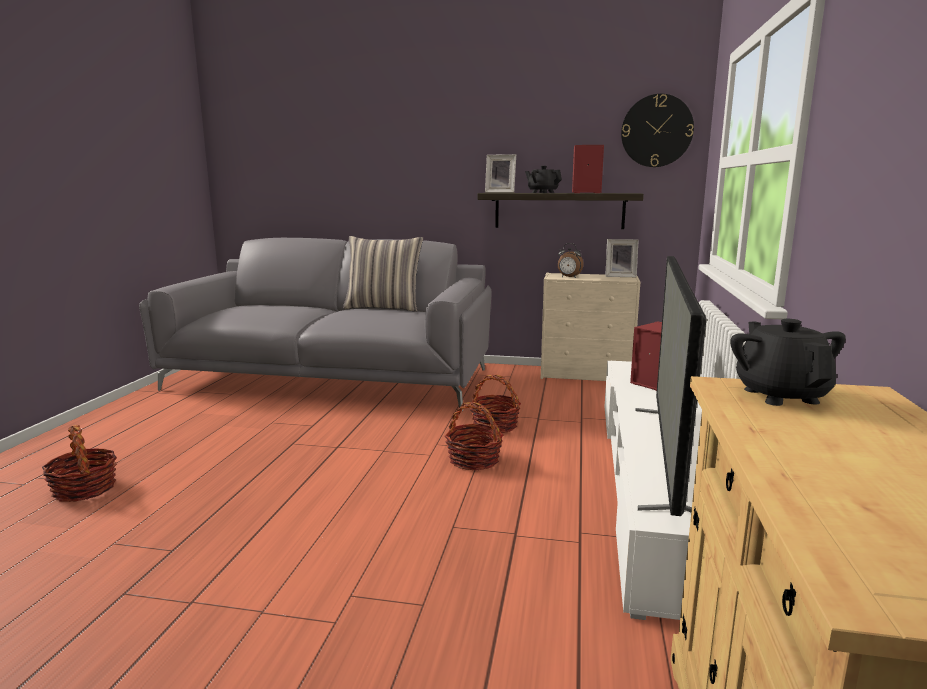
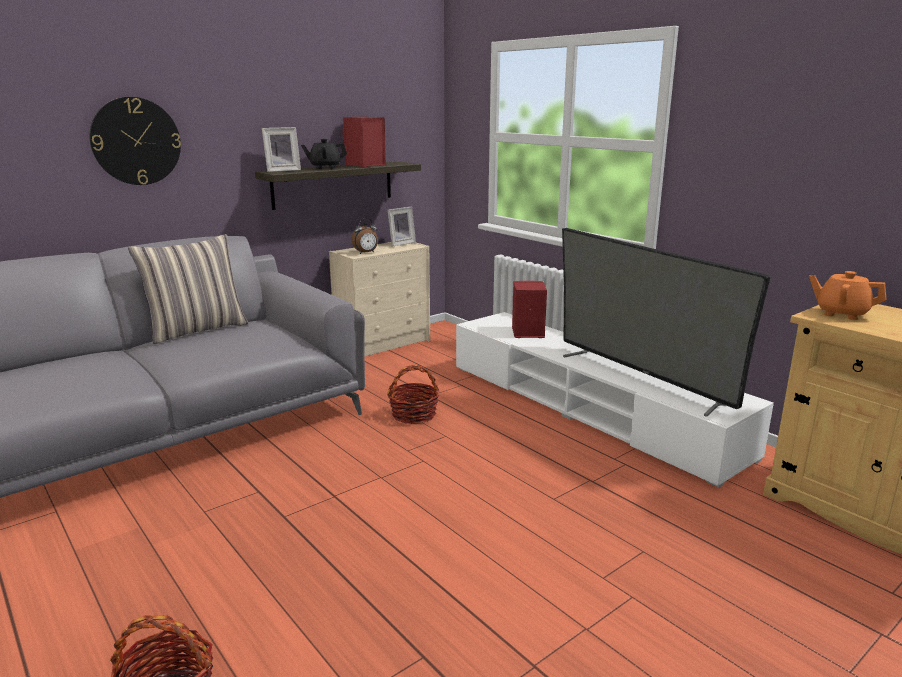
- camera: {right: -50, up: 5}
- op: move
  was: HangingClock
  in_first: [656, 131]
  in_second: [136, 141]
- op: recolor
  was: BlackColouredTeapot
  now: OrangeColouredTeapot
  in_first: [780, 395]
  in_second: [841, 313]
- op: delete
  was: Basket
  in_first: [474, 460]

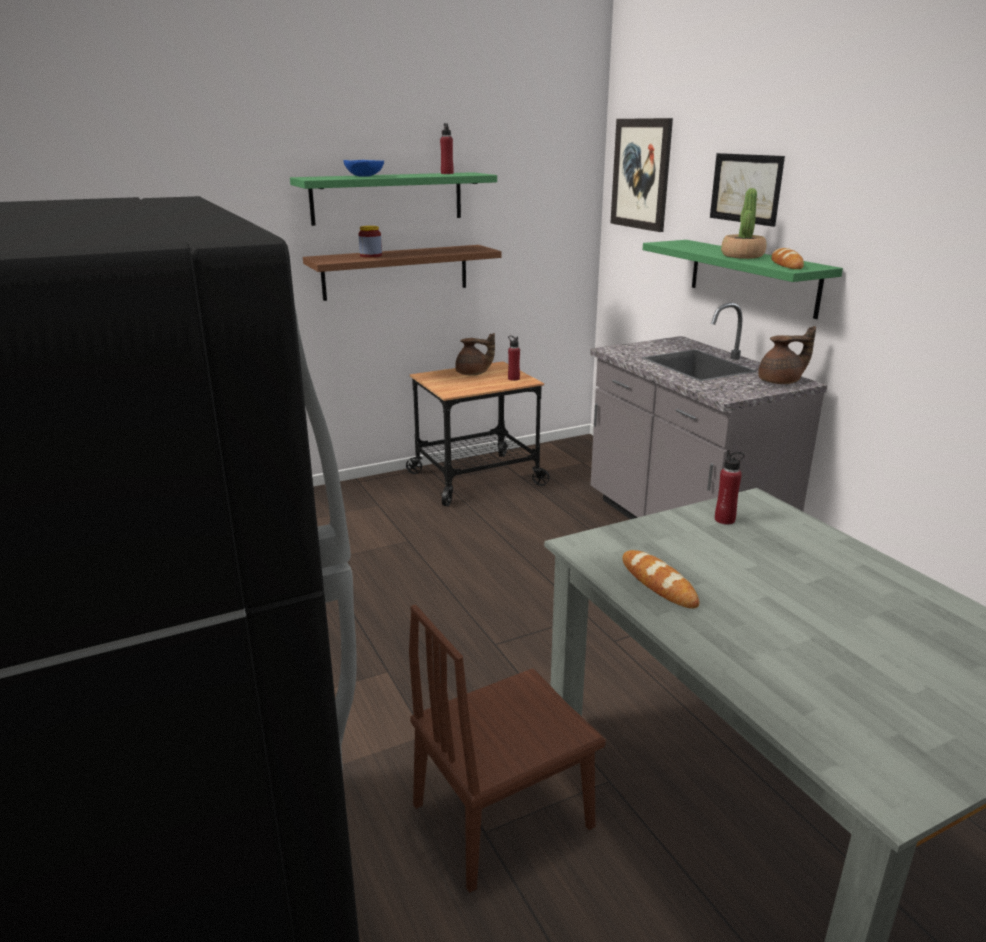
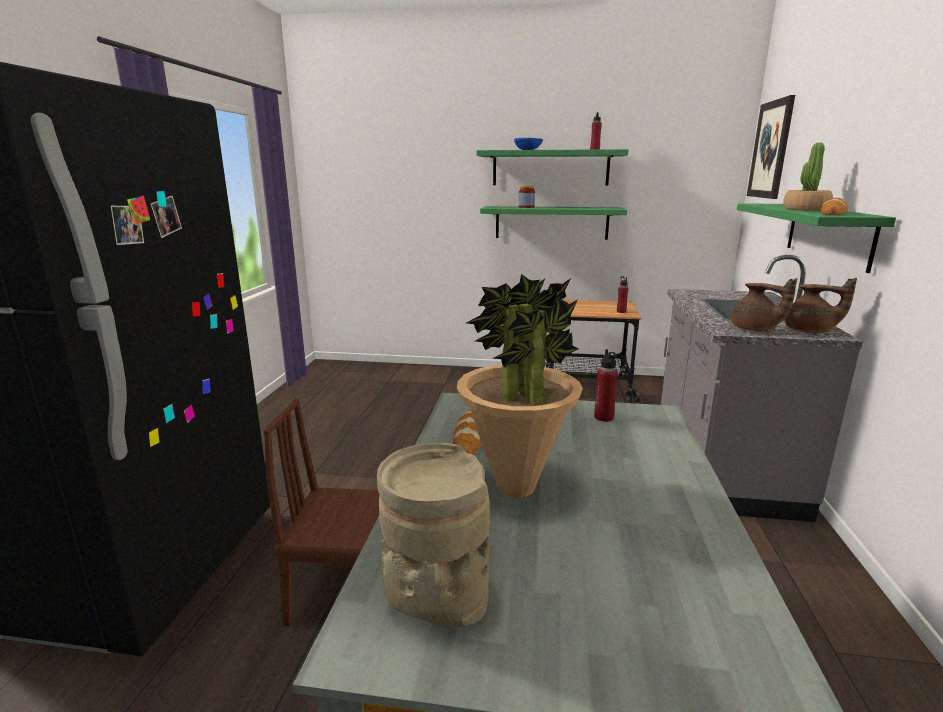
- camera: {right: 35, up: -5}
- op: insert
  now: BeigeDecorativeVase
  in_second: [435, 598]
- op: insert
  now: PlantInAPot
  in_second: [516, 487]
- op: recolor
  was: BrownWallShelf
  now: GreenColouredWallShelf
  in_first: [396, 272]
  in_second: [551, 222]
- op: move
  was: BrownTeapot
  in_first: [473, 374]
  in_second: [755, 329]
- op: delete
  was: WallArt
  in_first: [746, 188]

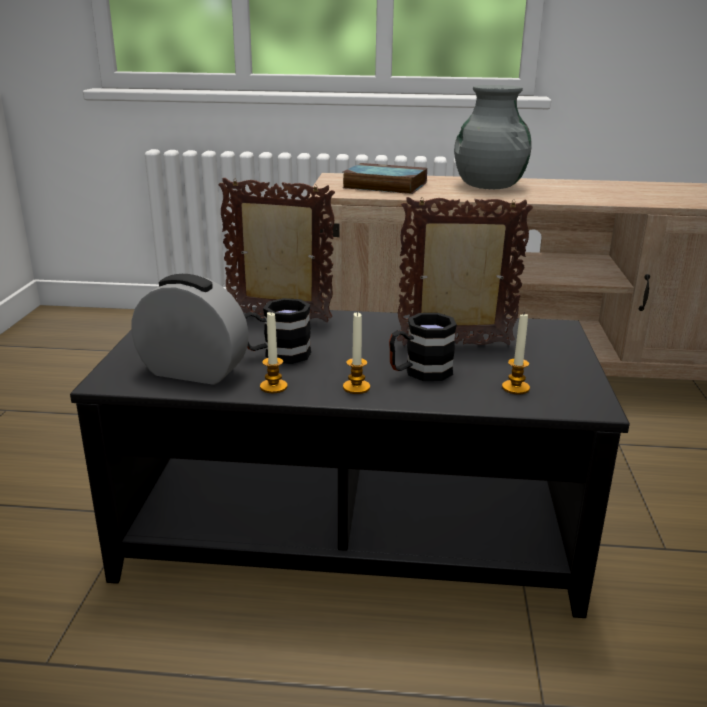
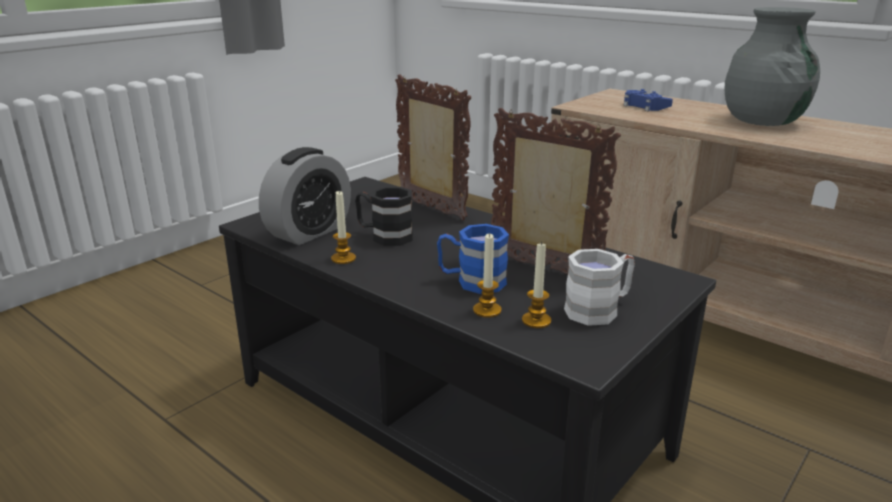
- camera: {right: 35, up: 0}
- op: rotate
  was: BedsideClock
  in_first: [193, 372]
  in_second: [309, 232]
  clockwise: 75
- op: recolor
  was: BlackColouredCoffeeMug
  now: BluishCoffeeMug
  in_first: [419, 373]
  in_second: [471, 281]
- op: move
  was: Candle
  in_first: [356, 387]
  in_second: [487, 310]
- op: insert
  now: WhiteColouredCoffeeMug
  in_second: [599, 309]
- op: replace
  was: BoundBook
  now: BluishJoypad
  in_first: [382, 185]
  in_second: [645, 106]

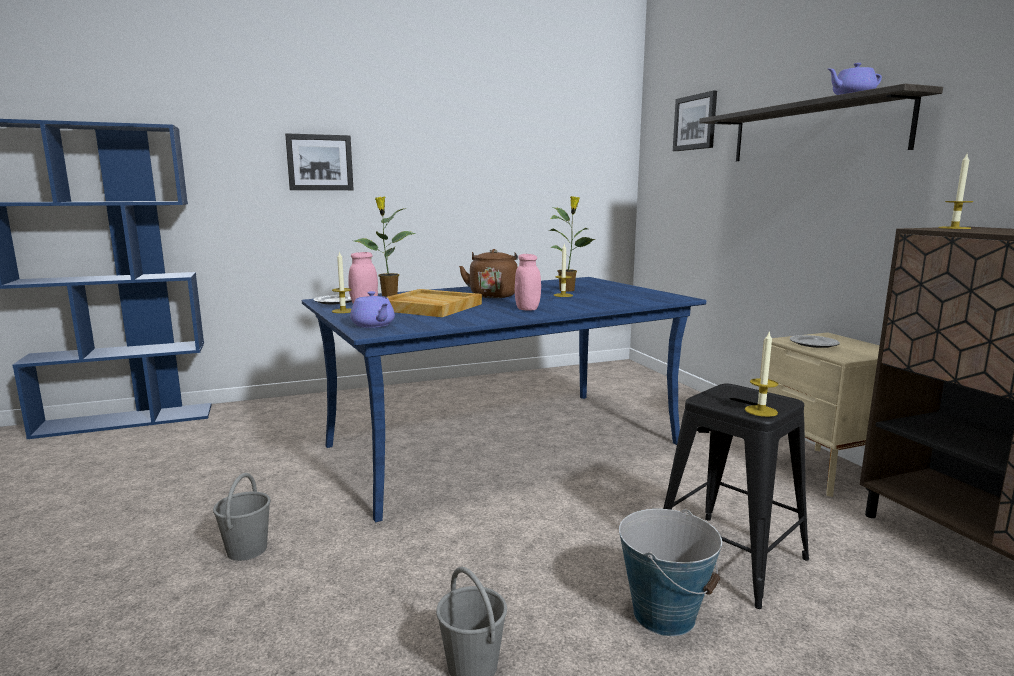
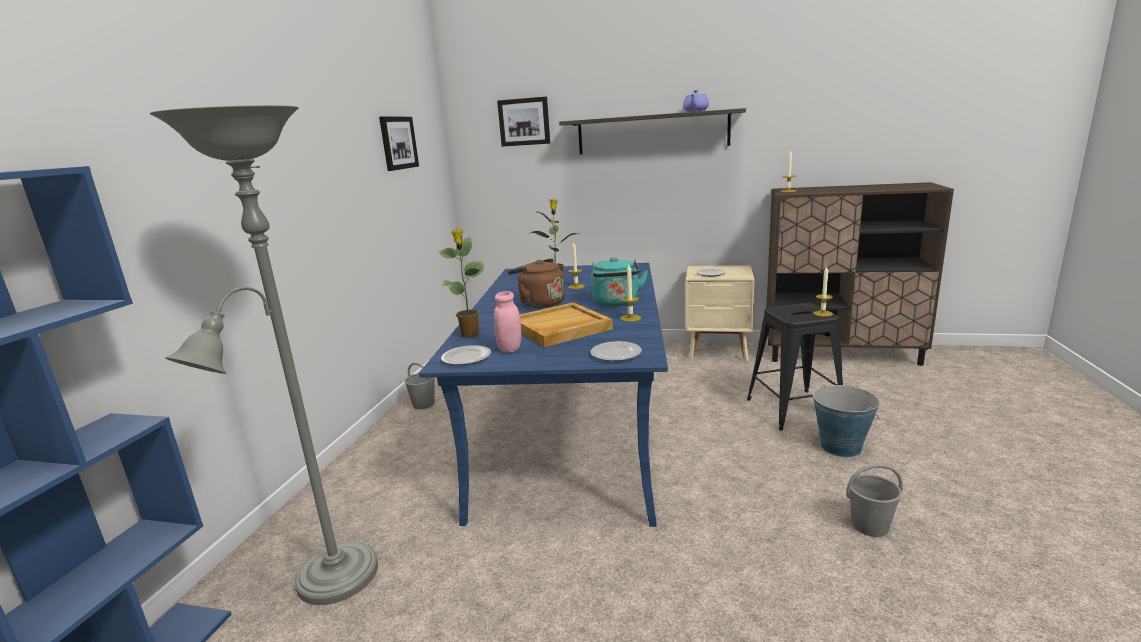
- camera: {right: -55, up: 5}
- op: insert
  now: GreyStandardLamp
  in_second: [329, 583]
- op: move
  was: WallArt
  in_first: [320, 162]
  in_second: [398, 143]
- op: move
  was: GreyPail
  in_first: [247, 549]
  in_second: [423, 404]
- op: replace
  was: PurplishTeapot
  now: Plate
  in_first: [373, 325]
  in_second: [615, 354]
- op: replace
  was: PinkPreserveJar
  now: TurquoiseWaterKettle
  in_first: [527, 309]
  in_second: [616, 302]
- op: move
  was: Candle
  in_first: [343, 311]
  in_second: [630, 318]

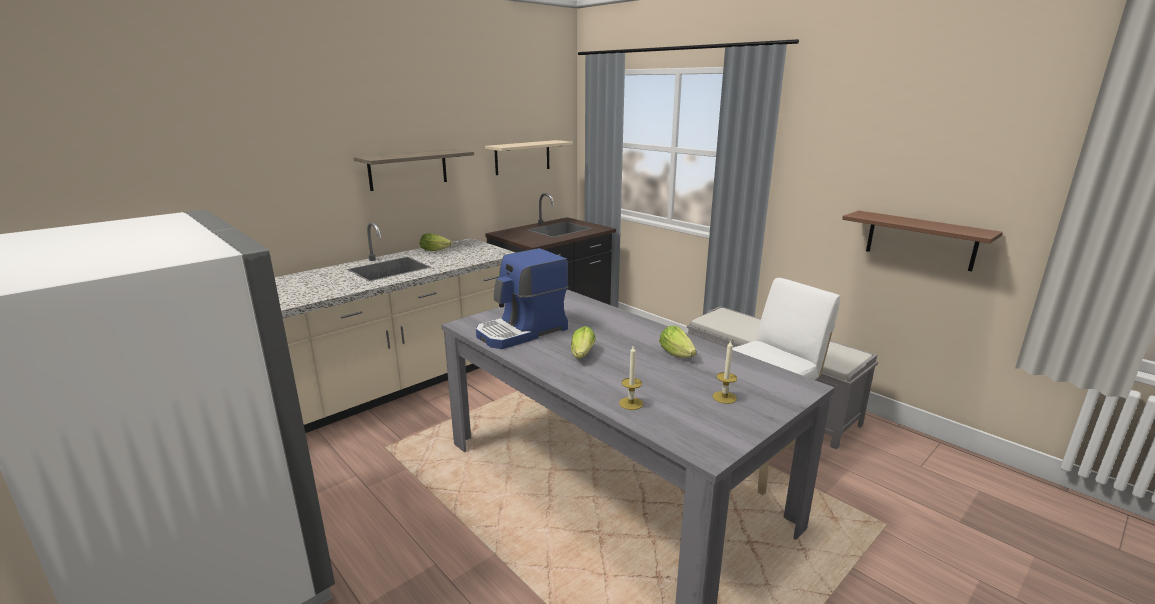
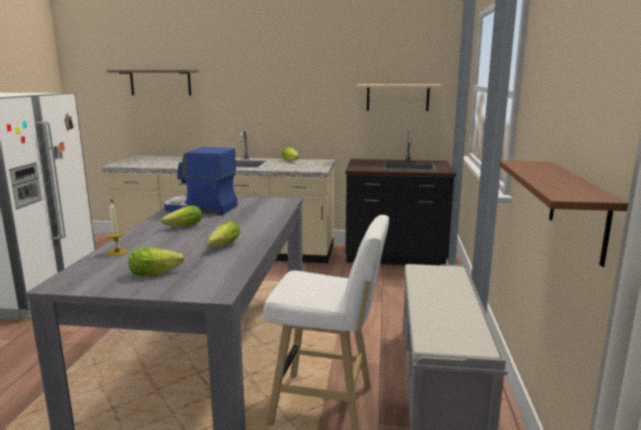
- camera: {right: 50, up: -5}
- op: move
  was: WallShelf
  in_first: [408, 169]
  in_second: [160, 82]
- op: replace
  was: Candle
  now: HeadOfLettuce
  in_first: [724, 397]
  in_second: [158, 273]

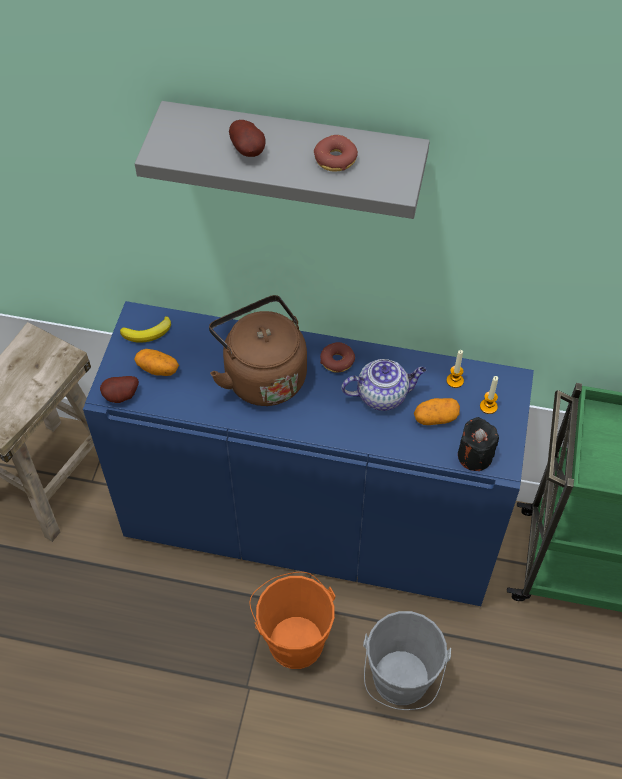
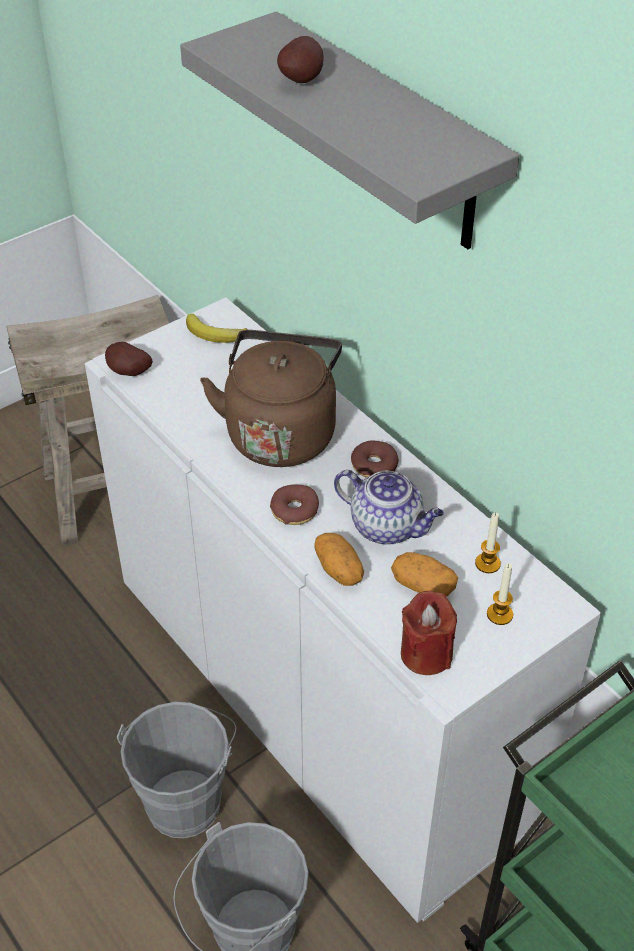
- camera: {right: 40, up: -10}
- op: recolor
  was: BluishStorageCabinet
  now: WhiteColouredStorageCabinet
  in_first: [311, 521]
  in_second: [317, 697]
- op: recolor
  was: OrangeColouredPail
  now: GreyPail
  in_first: [293, 637]
  in_second: [186, 797]
- op: move
  was: Doughnut
  in_first: [335, 159]
  in_second: [294, 510]
- op: move
  was: Potato
  in_first: [158, 369]
  in_second: [339, 570]
- op: recolor
  was: BlackColouredCandle
  now: RedCandle
  in_first: [474, 456]
  in_second: [426, 654]

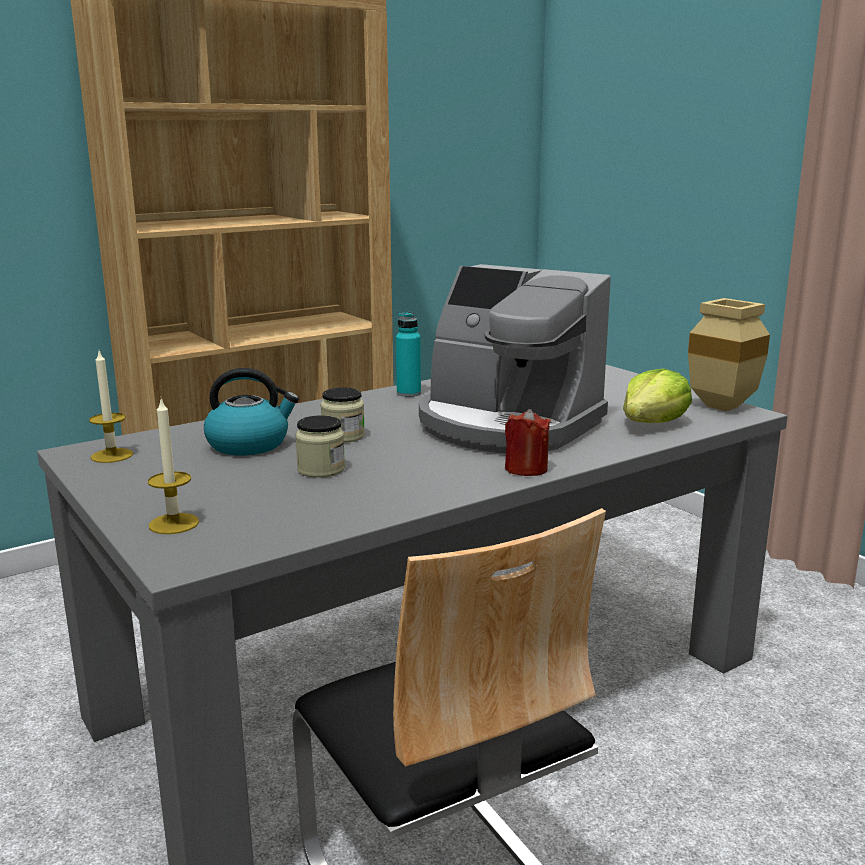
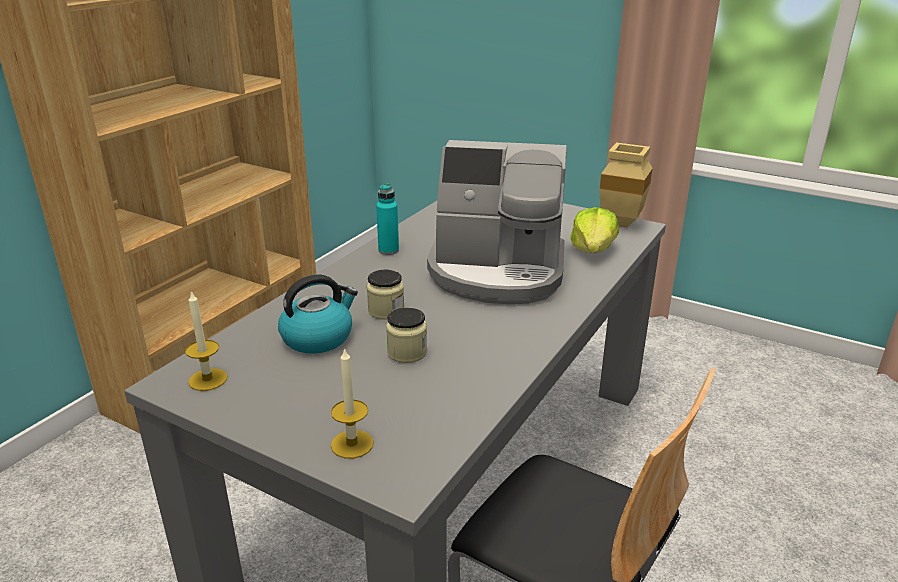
- camera: {right: -25, up: 10}
- op: delete
  was: RedCandle
  in_first: [526, 469]

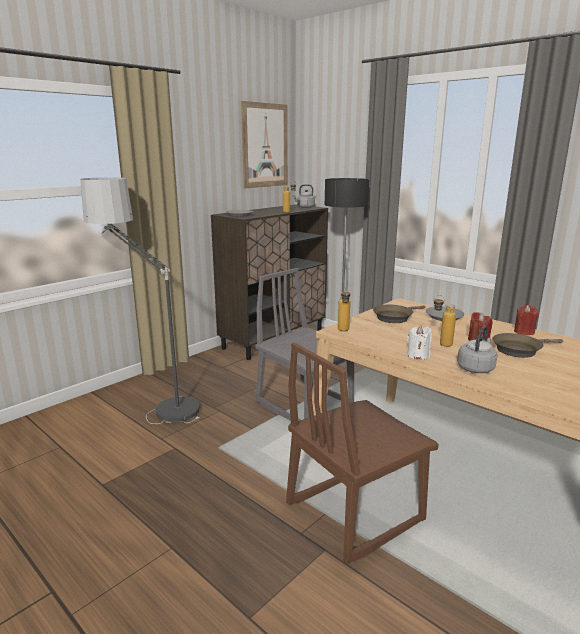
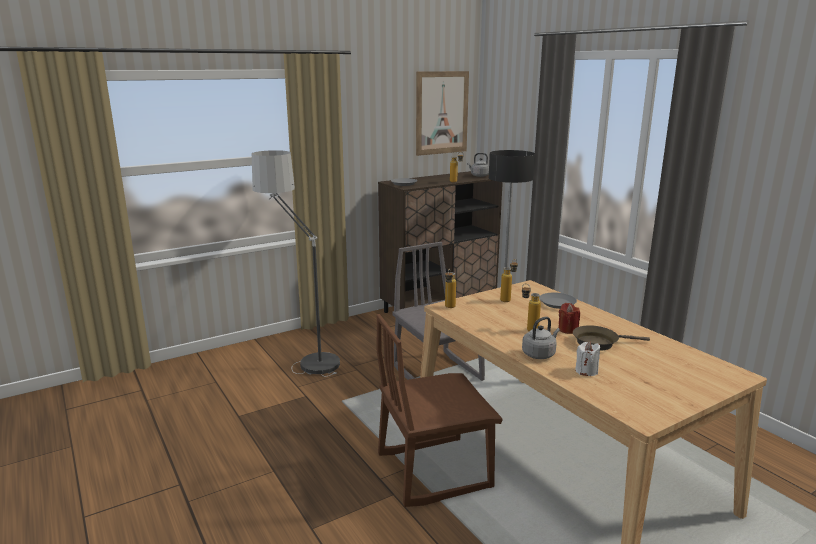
- camera: {right: 15, up: 0}
- op: replace
  was: BrownPan
  now: BeverageBottle
  in_first: [394, 317]
  in_second: [508, 299]
- op: move
  was: WhiteColouredCandle
  in_first: [418, 355]
  in_second: [586, 371]
- op: delete
  was: RedCandle
  in_first: [524, 332]

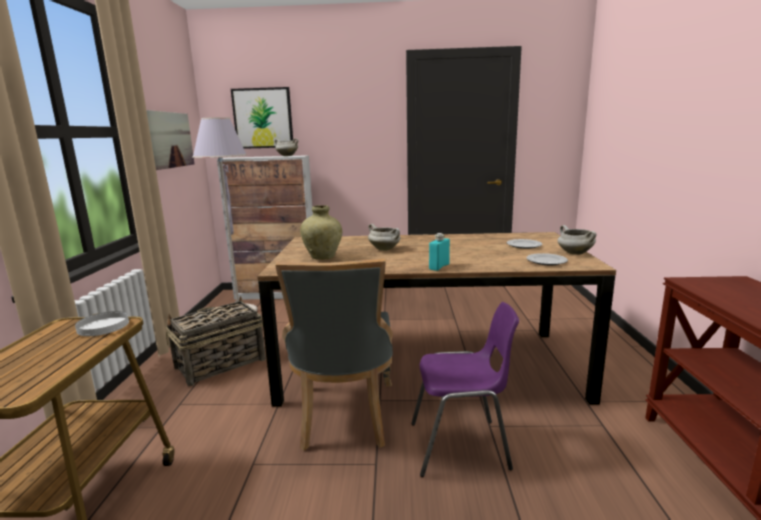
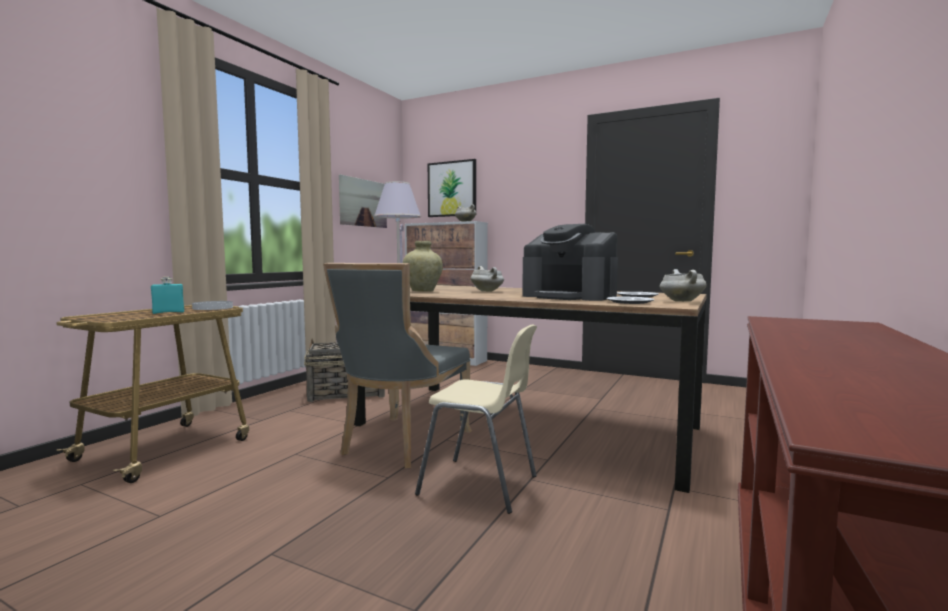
- camera: {right: 25, up: -10}
- op: move
  was: TurquoiseBeverageBottle
  in_first: [439, 267]
  in_second: [168, 312]
- op: recolor
  was: PurplishChair
  now: BeigeChair
  in_first: [461, 446]
  in_second: [481, 486]
- op: insert
  now: CoffeeMaker
  in_second: [569, 296]

